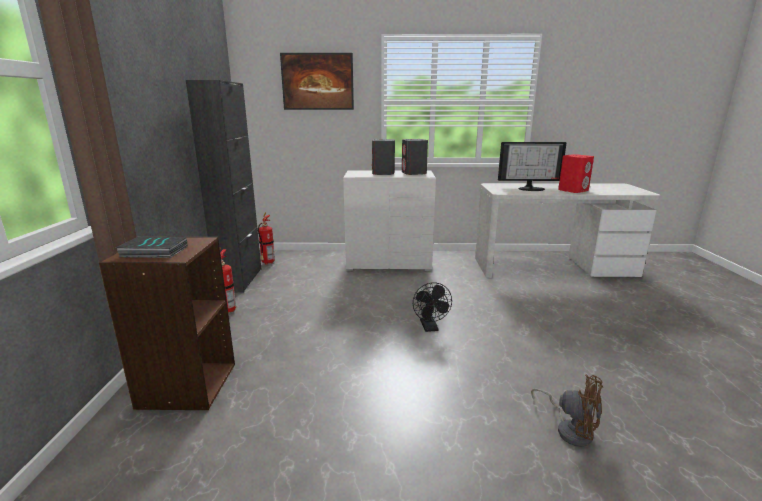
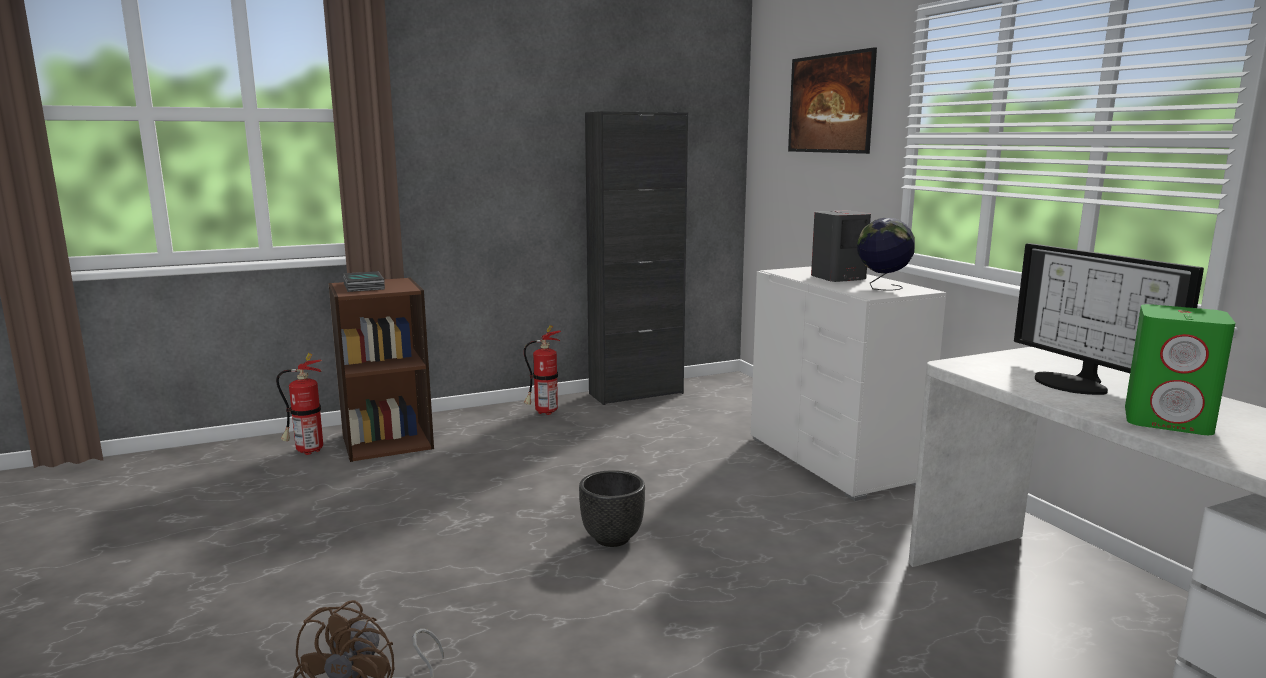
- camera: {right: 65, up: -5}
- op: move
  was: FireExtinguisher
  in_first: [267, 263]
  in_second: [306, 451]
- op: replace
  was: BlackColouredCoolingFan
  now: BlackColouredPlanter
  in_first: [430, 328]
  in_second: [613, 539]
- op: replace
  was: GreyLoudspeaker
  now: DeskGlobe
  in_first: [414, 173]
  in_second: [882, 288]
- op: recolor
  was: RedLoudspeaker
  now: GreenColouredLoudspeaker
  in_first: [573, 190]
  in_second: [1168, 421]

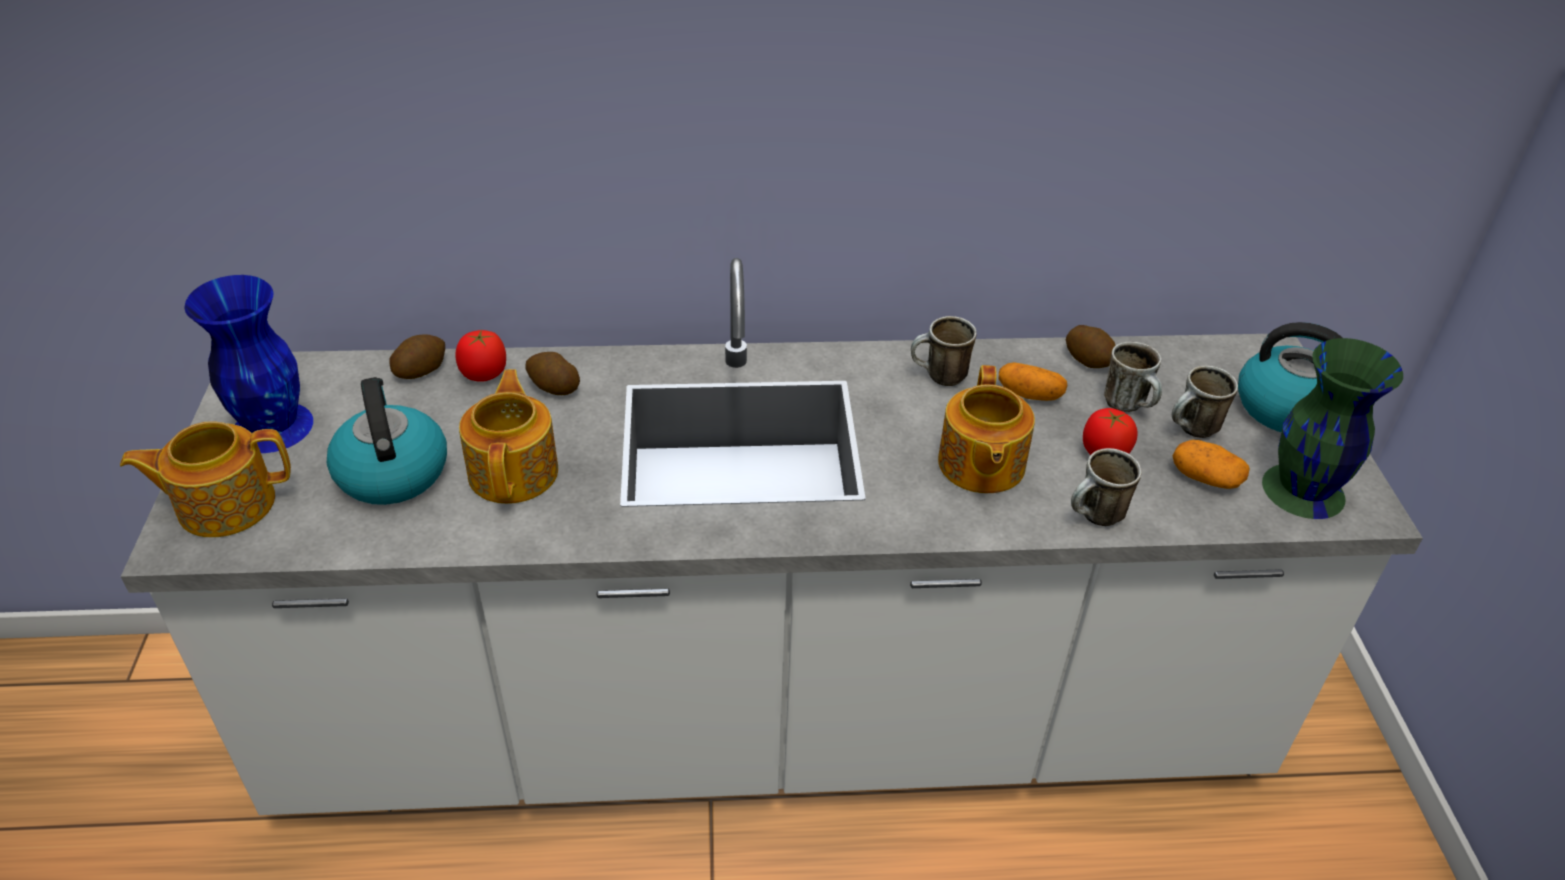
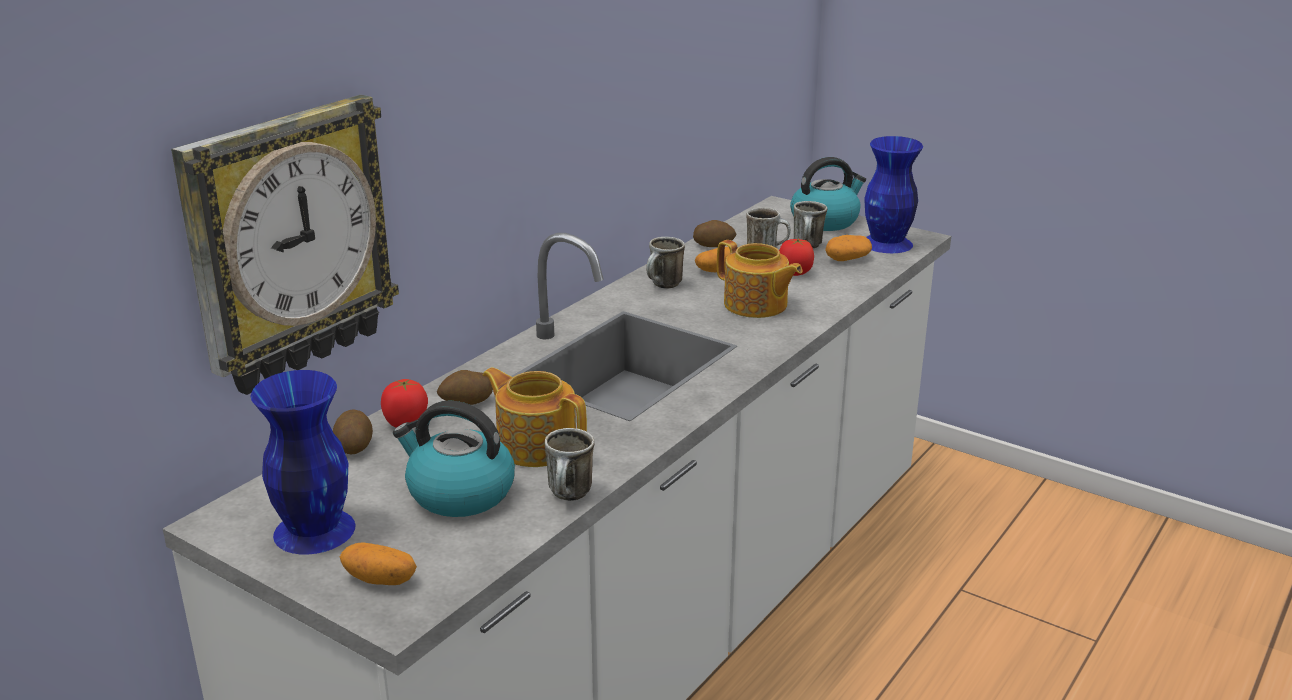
- camera: {right: -50, up: -15}
- op: insert
  now: HangingClock
  in_second: [288, 244]
- op: replace
  was: Teapot
  now: Potato
  in_first: [224, 504]
  in_second: [380, 579]
- op: move
  was: CoffeeMug
  in_first: [1095, 518]
  in_second: [571, 496]
- op: recolor
  was: GreenColouredDecorativeVase
  now: BluishDecorativeVase
  in_first: [1301, 490]
  in_second: [886, 244]

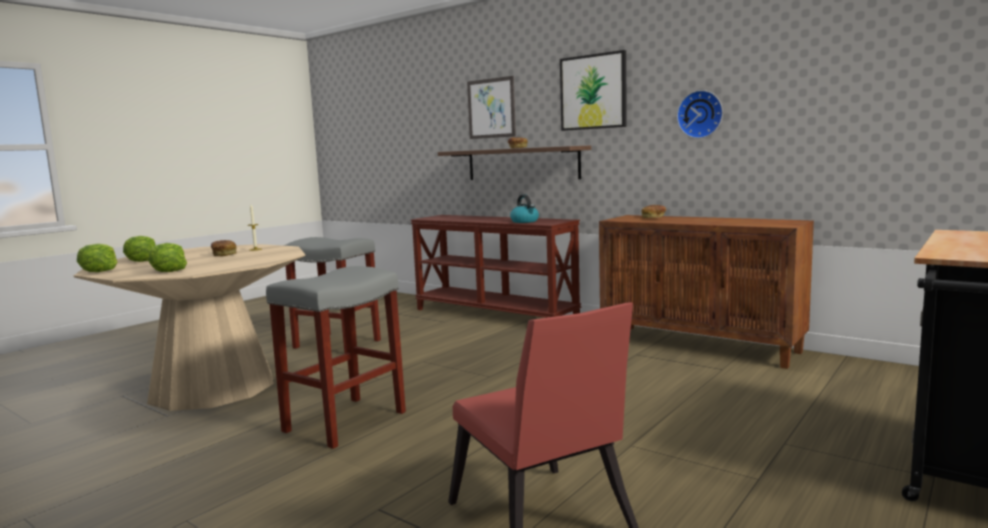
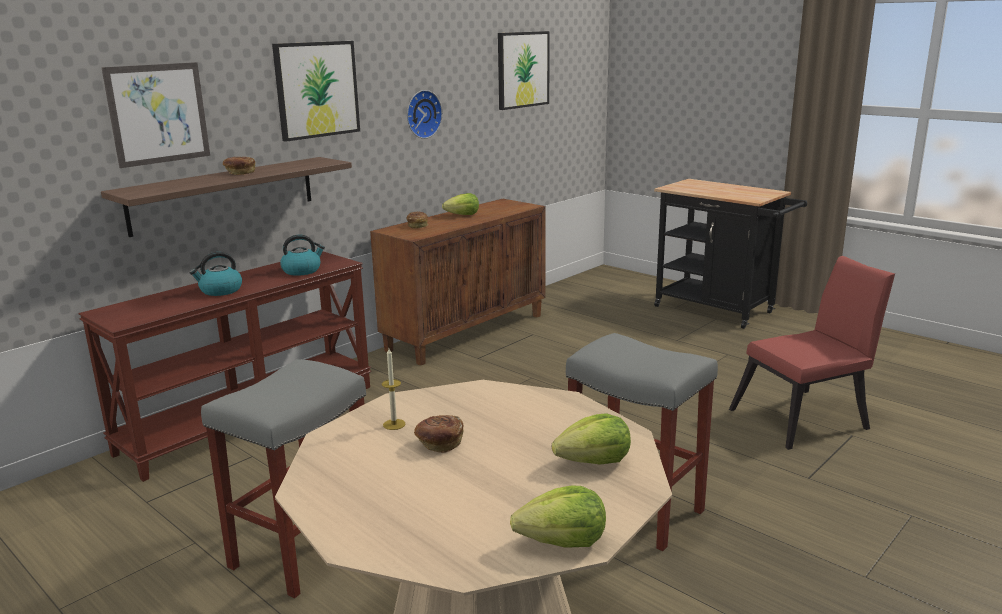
- camera: {right: -85, up: 10}
- op: insert
  now: WaterKettle
  in_second: [220, 291]
- op: move
  was: HeadOfLettuce
  in_first: [142, 260]
  in_second: [462, 215]
- op: insert
  now: WallArt
  in_second: [522, 69]

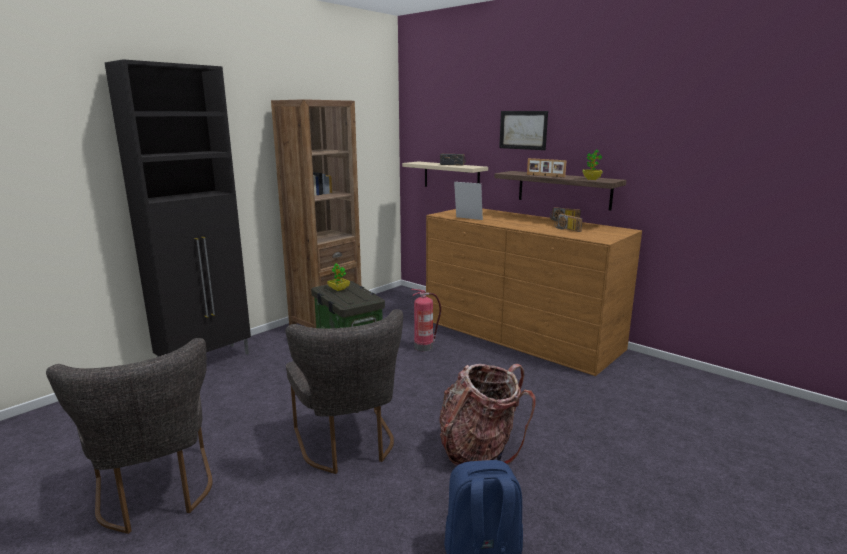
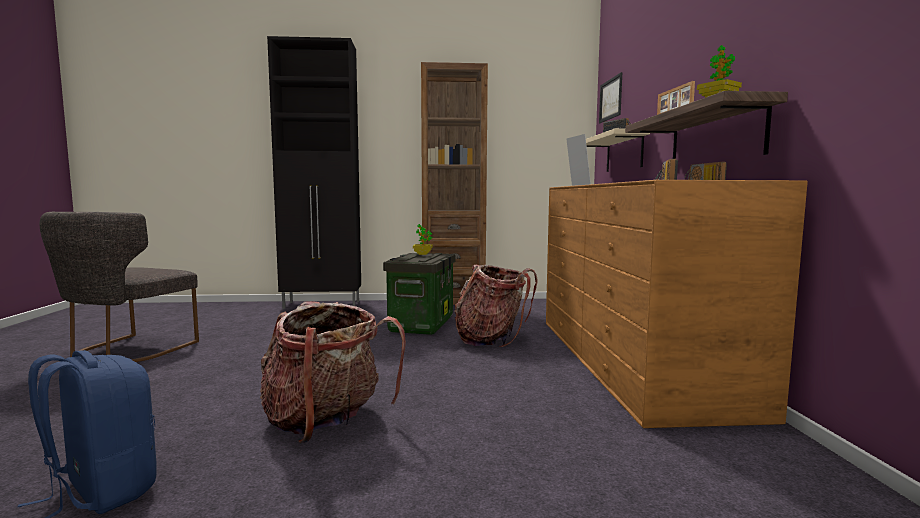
- camera: {right: 45, up: -10}
- op: replace
  was: FireExtinguisher
  now: Rucksack
  in_first: [424, 347]
  in_second: [492, 339]
- op: move
  was: WallArt
  in_first: [523, 130]
  in_second: [610, 99]
- op: delete
  was: GreyChair
  in_first: [348, 445]

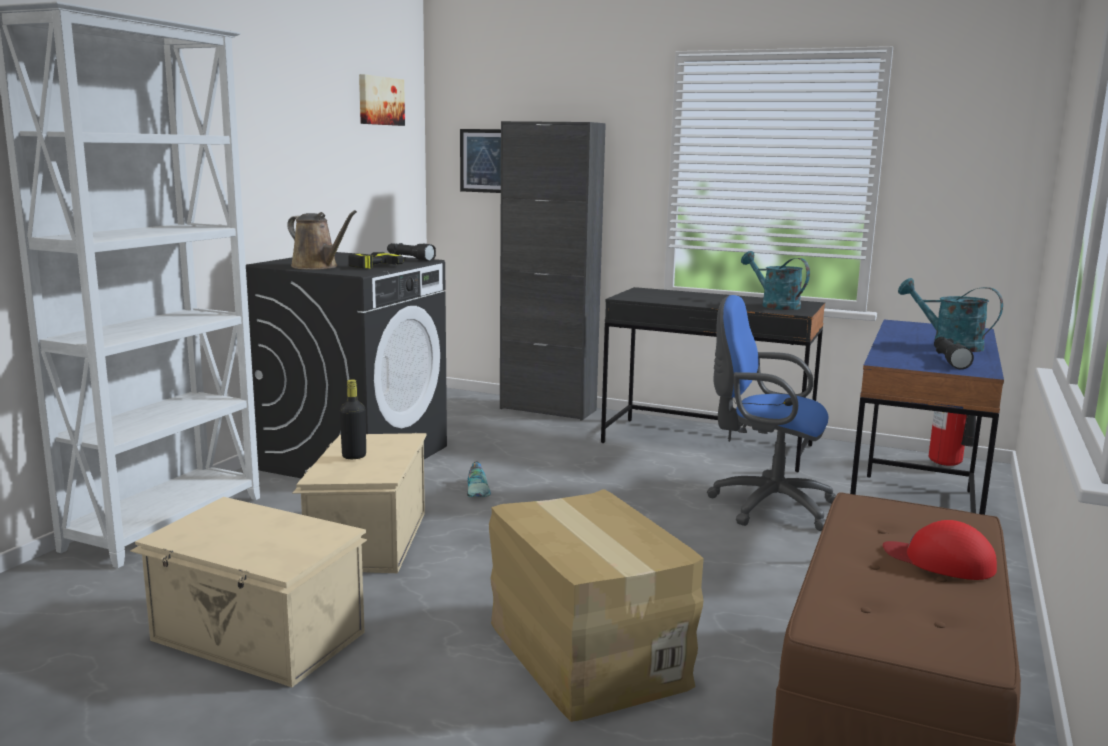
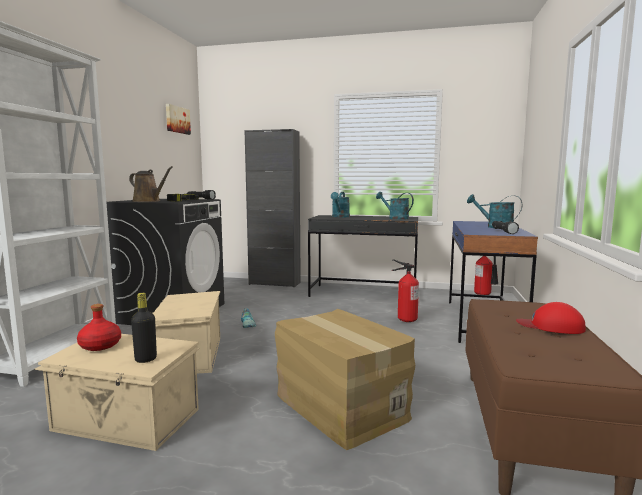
- camera: {right: -10, up: -5}
- op: insert
  now: RedBeverageBottle
  in_second: [100, 345]
- op: move
  was: BlackColouredBeverageBottle
  in_first: [354, 456]
  in_second: [145, 359]
- op: insert
  now: TurquoiseWateringPot
  in_second: [340, 217]
- op: replace
  was: BluishComputerChair
  now: FireExtinguisher
  in_first: [765, 505]
  in_second: [406, 320]
- op: delete
  was: WallArt
  in_first: [484, 161]

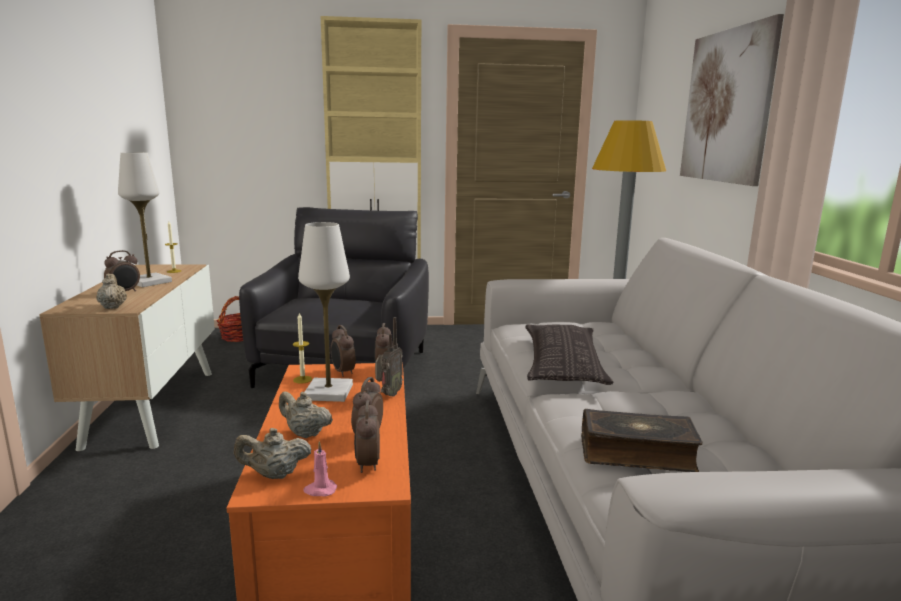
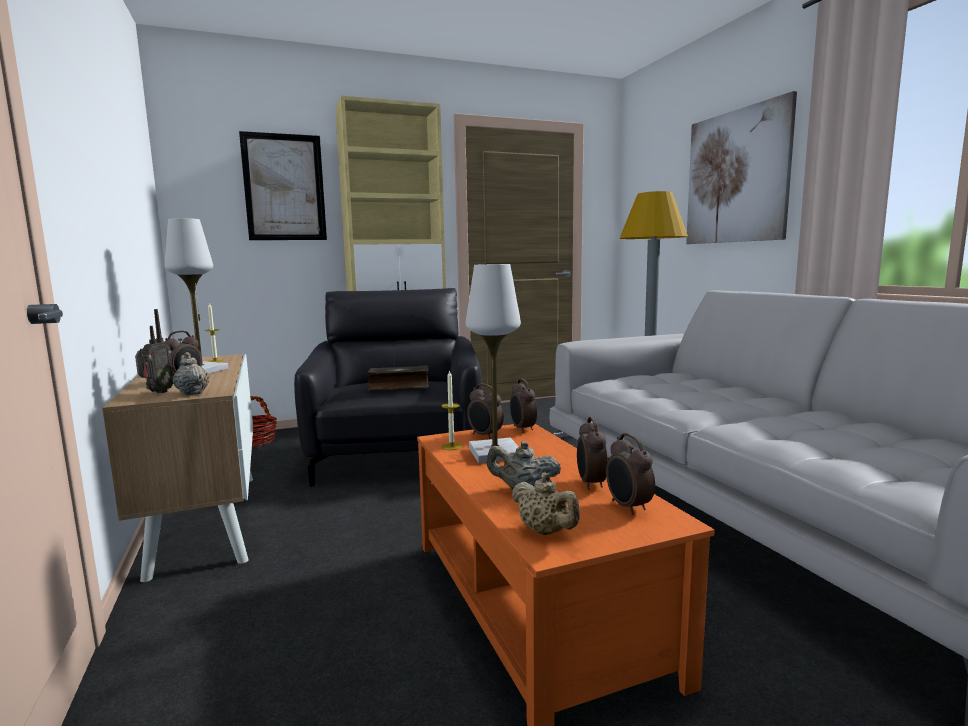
- camera: {right: -15, up: -5}
- op: move
  was: RadioSet
  in_first: [388, 395]
  in_second: [157, 393]
- op: insert
  now: WallArt
  in_second: [284, 187]
- op: move
  was: BoundBook
  in_first: [636, 452]
  in_second: [399, 386]
- op: rotate
  was: BeigeTeapot
  in_first: [274, 475]
  in_second: [545, 532]
  clockwise: -105
- op: delete
  was: PinkCandle
  in_first: [320, 490]
- op: delete
  was: Cushion
  in_first: [562, 364]

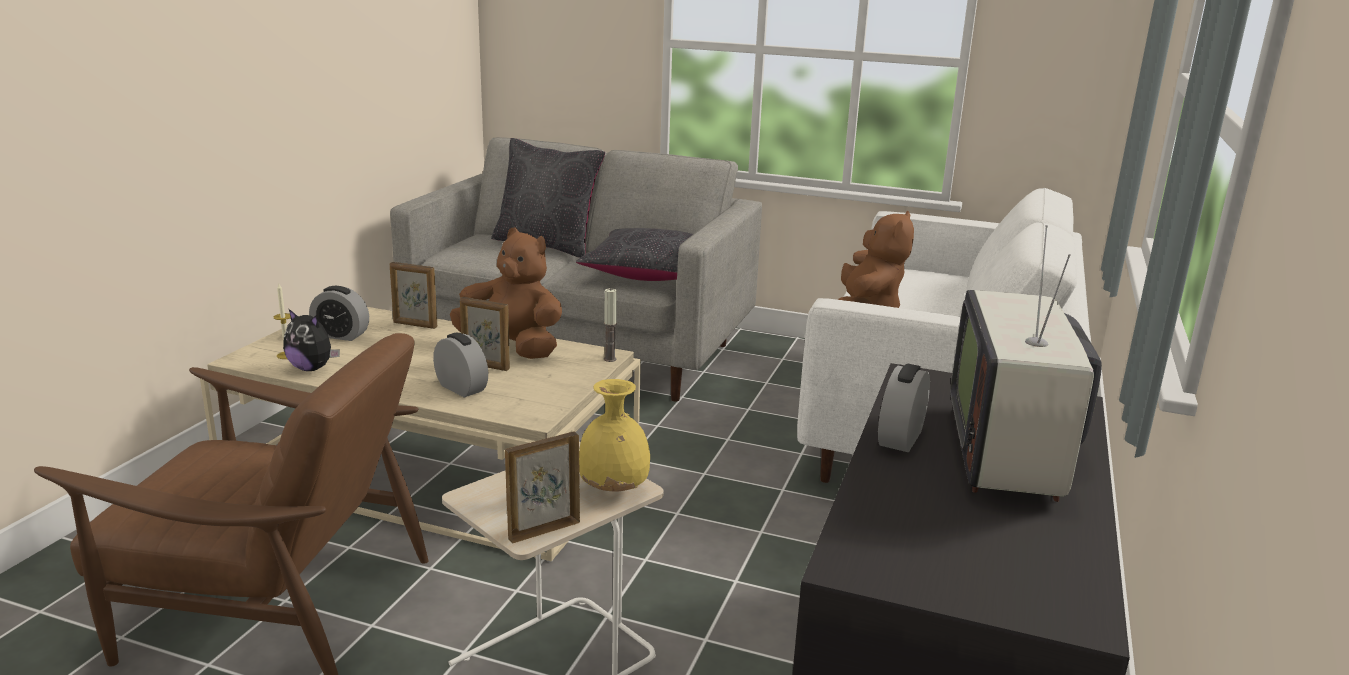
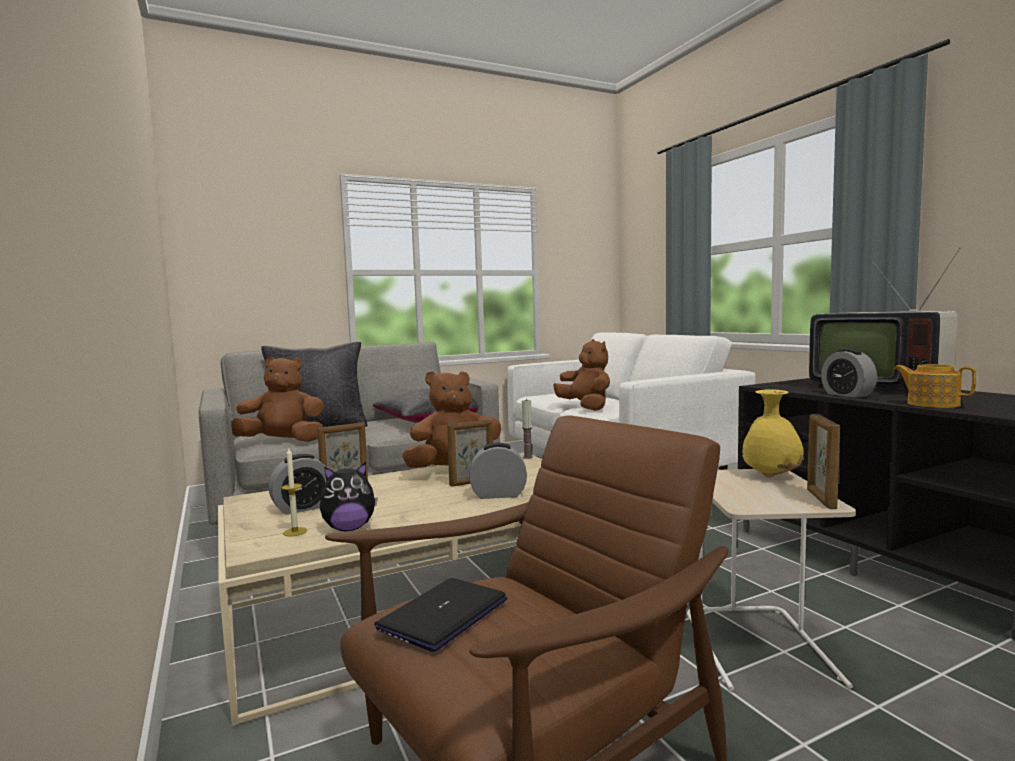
- camera: {right: -45, up: -15}
- op: insert
  now: BrownCuddlyToy
  in_second: [282, 442]
- op: insert
  now: Laptop
  in_second: [443, 614]
- op: insert
  now: Teapot
  in_second: [932, 404]

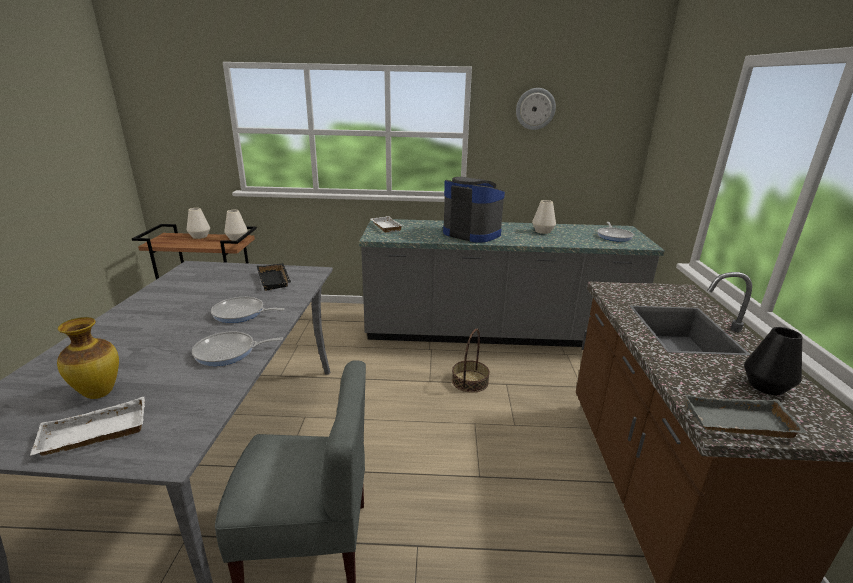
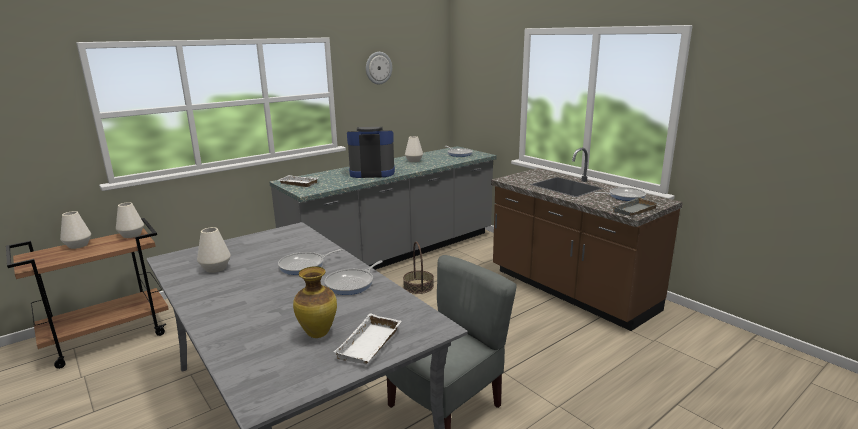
- camera: {right: -40, up: -5}
- op: insert
  now: WhiteColouredDecorativeVase
  in_second: [215, 268]
- op: replace
  was: BlackColouredDecorativeVase
  now: Pan
  in_first: [765, 386]
  in_second: [624, 196]
- op: delete
  was: BlackColouredCarryingTray
  in_first: [275, 280]

